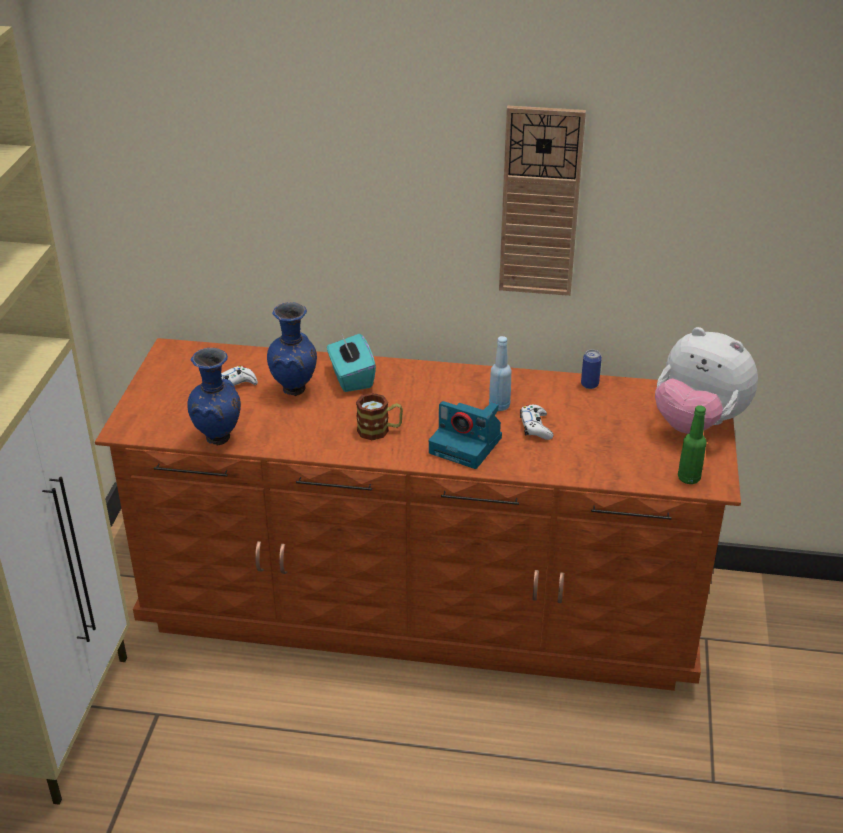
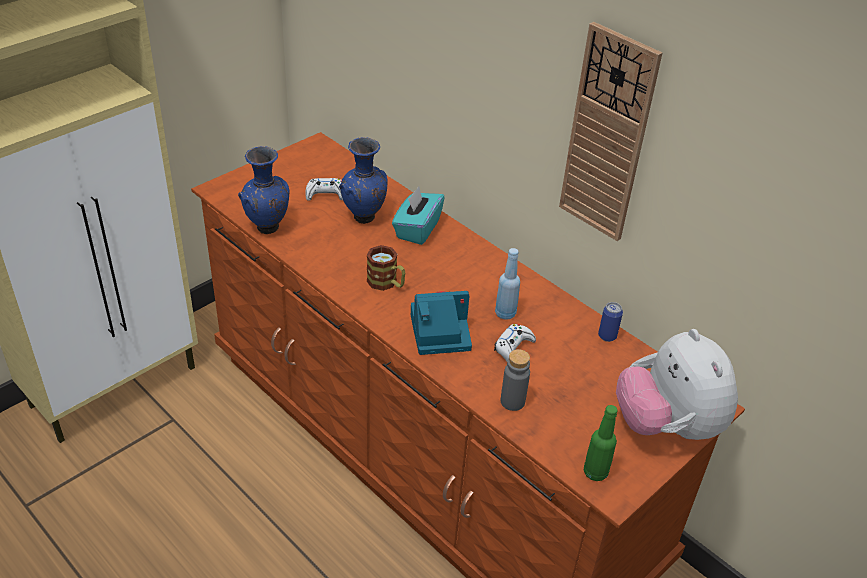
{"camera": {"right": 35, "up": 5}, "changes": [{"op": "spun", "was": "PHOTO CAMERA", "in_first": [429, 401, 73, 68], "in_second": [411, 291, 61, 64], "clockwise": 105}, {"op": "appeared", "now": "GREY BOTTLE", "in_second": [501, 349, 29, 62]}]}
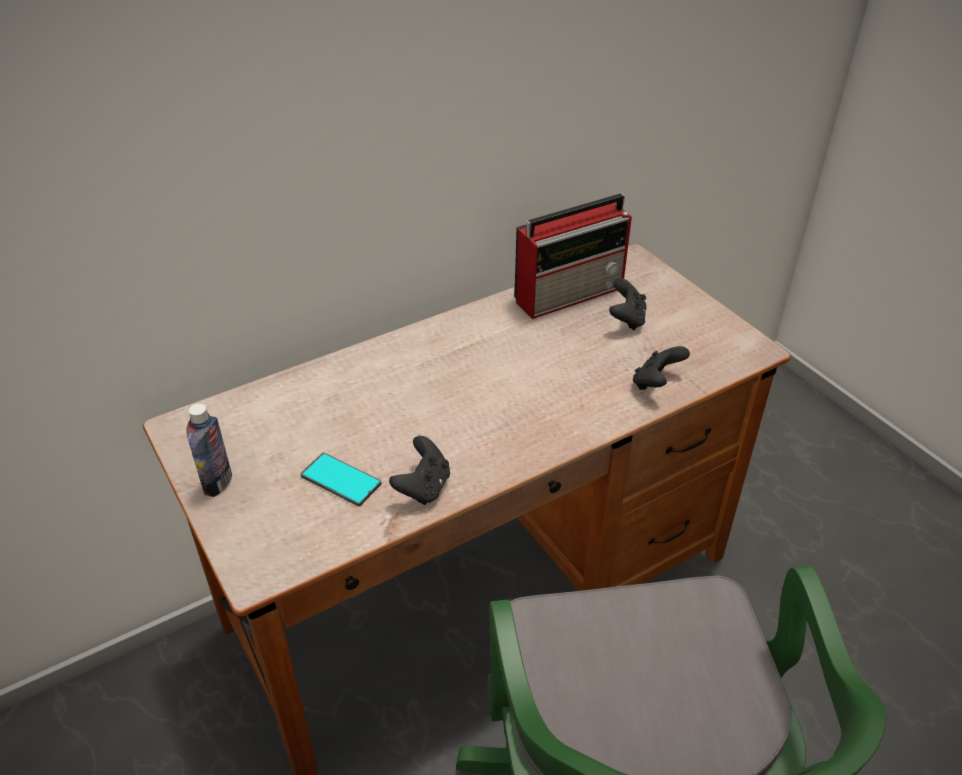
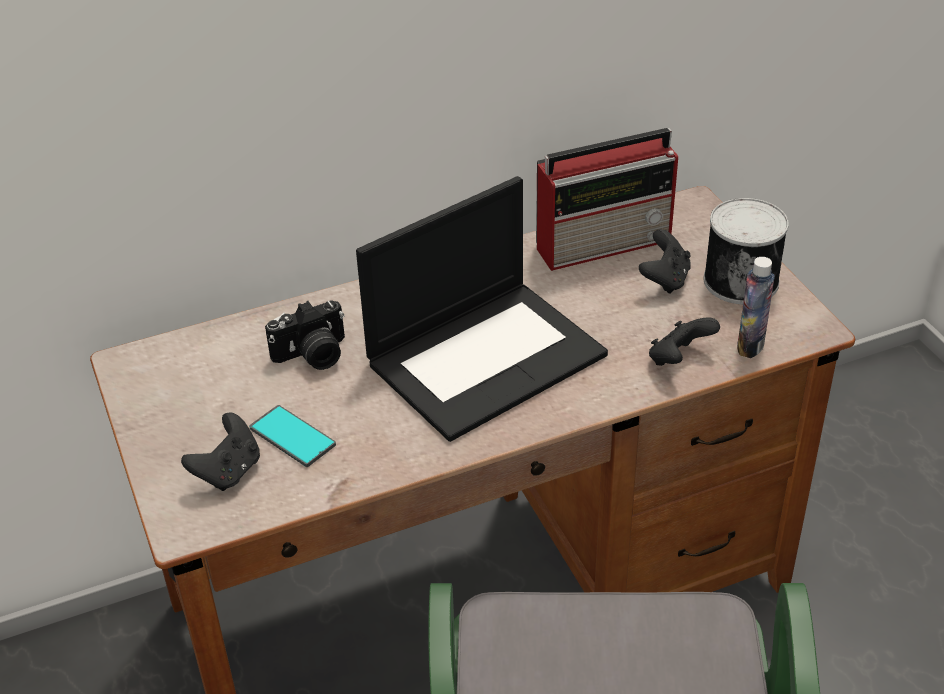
{"camera": {"right": 10, "up": 0}, "changes": [{"op": "relocated", "was": "BOTTLE", "in_first": [186, 403, 46, 94], "in_second": [737, 257, 38, 101]}, {"op": "relocated", "was": "BLACK GAME CONTROLLER", "in_first": [389, 436, 61, 69], "in_second": [181, 412, 79, 79]}, {"op": "appeared", "now": "PHOTO CAMERA", "in_second": [265, 300, 80, 70]}, {"op": "appeared", "now": "LAPTOP", "in_second": [356, 176, 252, 266]}, {"op": "appeared", "now": "CAN", "in_second": [704, 198, 85, 107]}]}
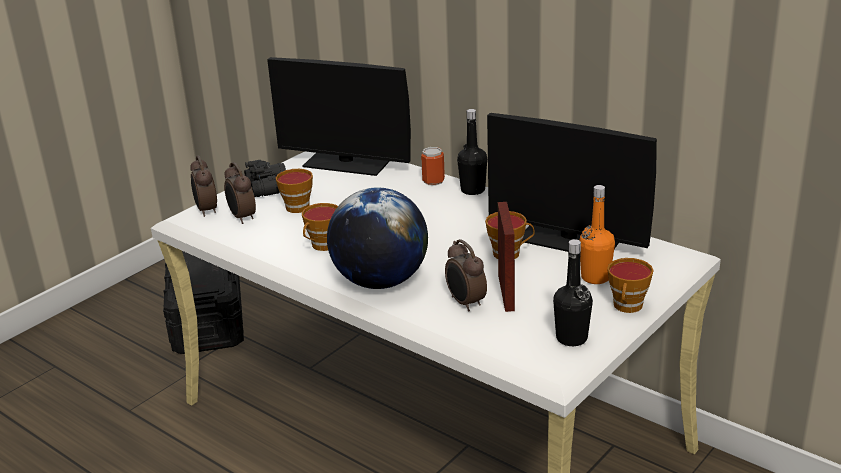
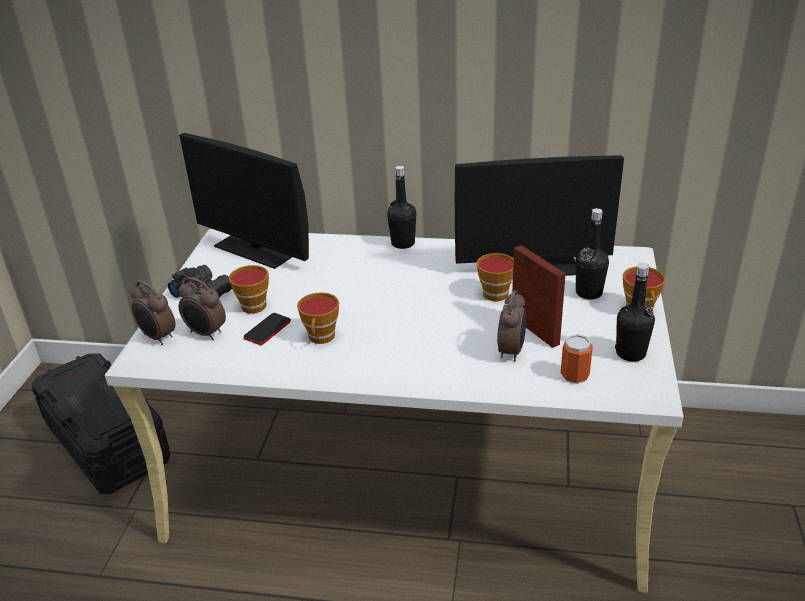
{"camera": {"right": -30, "up": 5}, "changes": [{"op": "spun", "was": "MONITOR", "in_first": [267, 57, 144, 119], "in_second": [179, 133, 130, 136], "clockwise": 45}, {"op": "missing", "was": "GLOBE", "in_first": [327, 187, 101, 102]}, {"op": "relocated", "was": "CAN", "in_first": [421, 147, 24, 39], "in_second": [561, 334, 32, 50]}, {"op": "spun", "was": "ALARM CLOCK", "in_first": [445, 239, 42, 73], "in_second": [497, 290, 29, 71], "clockwise": -105}, {"op": "colour", "was": "ORANGE BOTTLE", "now": "BLACK BOTTLE", "in_first": [579, 185, 36, 99], "in_second": [576, 208, 33, 92]}, {"op": "appeared", "now": "PHONE", "in_second": [244, 313, 47, 32]}]}
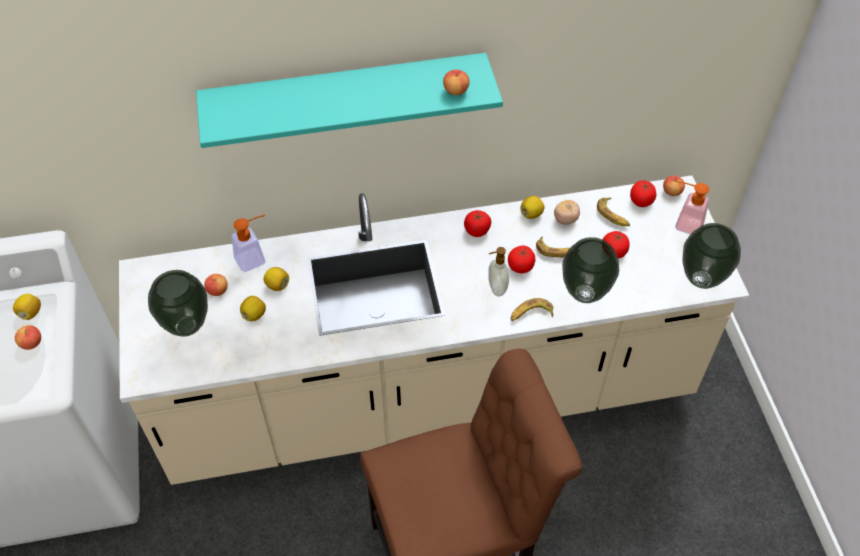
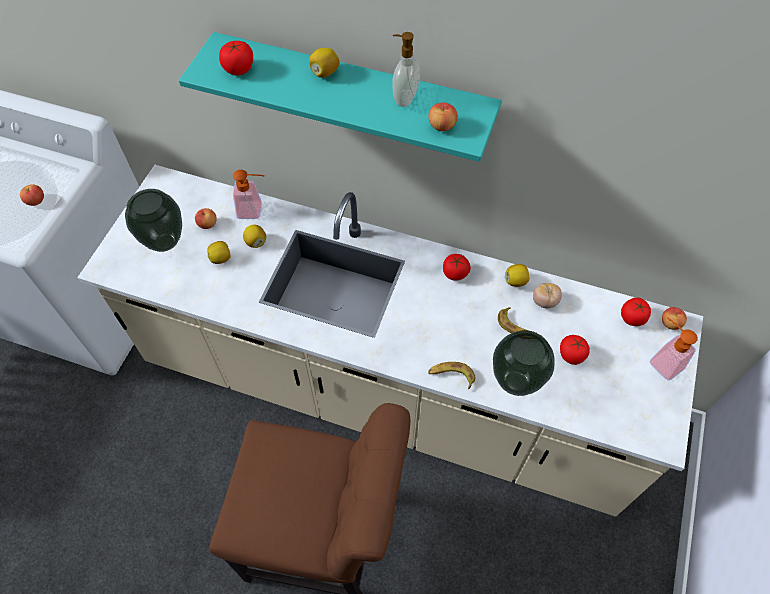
{"camera": {"right": 30, "up": 5}, "changes": [{"op": "relocated", "was": "LEMON", "in_first": [13, 294, 28, 26], "in_second": [309, 48, 31, 30]}, {"op": "relocated", "was": "SOAP DISPENSER", "in_first": [488, 247, 21, 49], "in_second": [392, 32, 28, 75]}, {"op": "relocated", "was": "TOMATO", "in_first": [508, 246, 28, 27], "in_second": [219, 41, 34, 34]}, {"op": "missing", "was": "BANANA", "in_first": [597, 198, 33, 28]}, {"op": "missing", "was": "VASE", "in_first": [682, 223, 59, 66]}]}
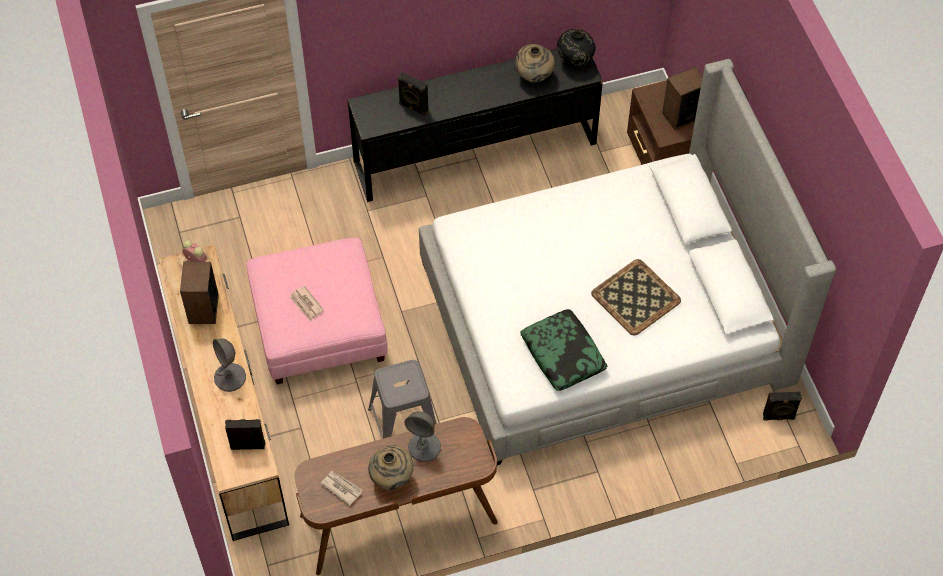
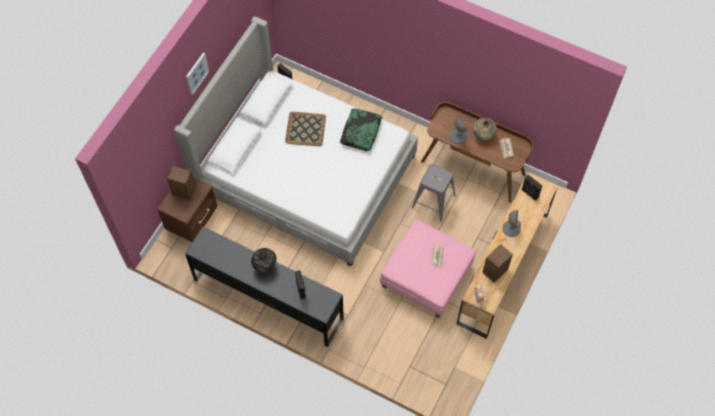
{"camera": {"right": -135, "up": 5}, "changes": [{"op": "missing", "was": "BEIGE VASE", "in_first": [515, 44, 40, 39]}, {"op": "relocated", "was": "BLACK VASE", "in_first": [557, 29, 39, 37], "in_second": [251, 248, 26, 24]}, {"op": "appeared", "now": "PICTURE", "in_second": [186, 53, 23, 42]}]}
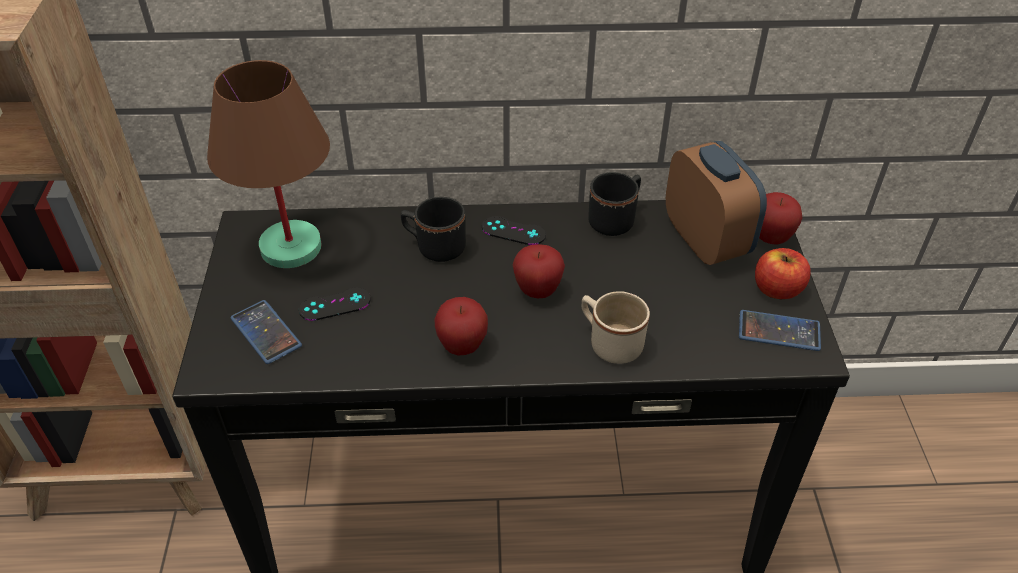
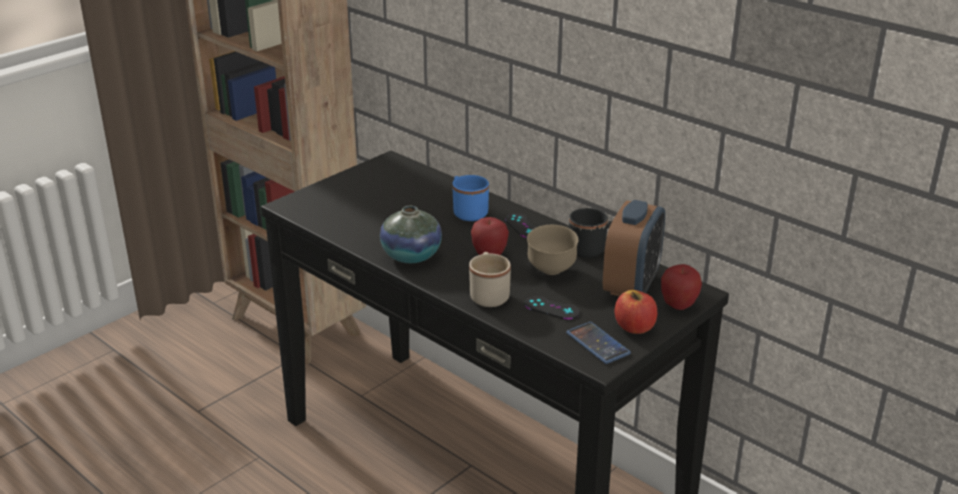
{"camera": {"right": 45, "up": -15}, "changes": [{"op": "missing", "was": "BROWN TABLE LAMP", "in_first": [207, 60, 123, 208]}, {"op": "missing", "was": "PHONE", "in_first": [230, 300, 72, 64]}, {"op": "relocated", "was": "BLACK GAME CONTROLLER", "in_first": [299, 287, 72, 34], "in_second": [525, 296, 55, 24]}, {"op": "colour", "was": "BLACK MUG", "now": "BLUE MUG", "in_first": [401, 197, 65, 65], "in_second": [452, 175, 37, 46]}, {"op": "exchanged", "was": "APPLE", "now": "VASE", "in_first": [434, 297, 54, 59], "in_second": [380, 206, 62, 57]}, {"op": "appeared", "now": "BROWN BOWL", "in_second": [527, 225, 52, 50]}]}
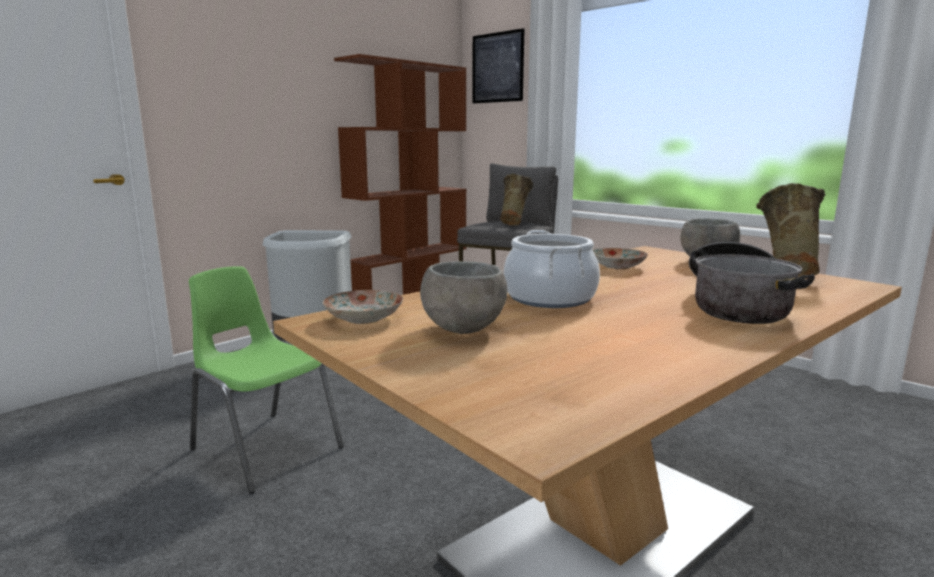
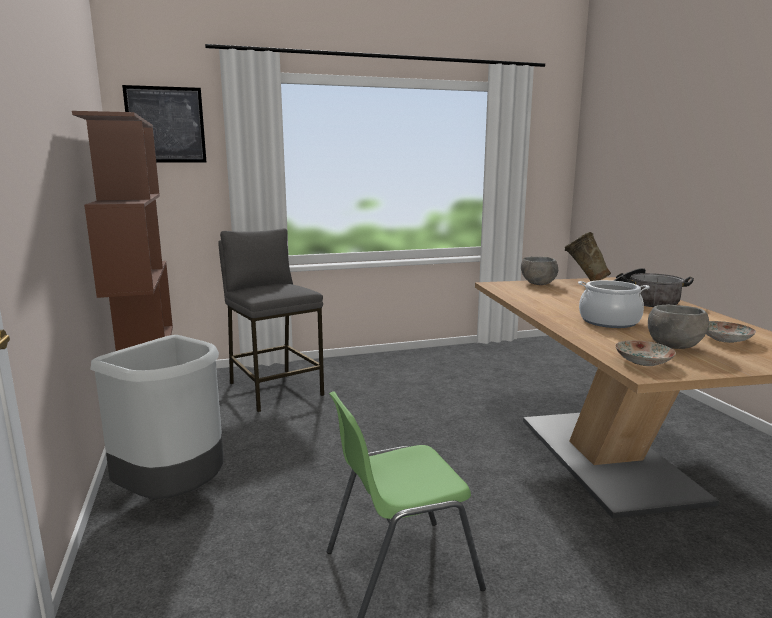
{"camera": {"right": -60, "up": 0}, "changes": [{"op": "missing", "was": "BEIGE VASE", "in_first": [500, 174, 33, 52]}, {"op": "relocated", "was": "PLATE", "in_first": [593, 248, 55, 21], "in_second": [706, 321, 50, 22]}]}
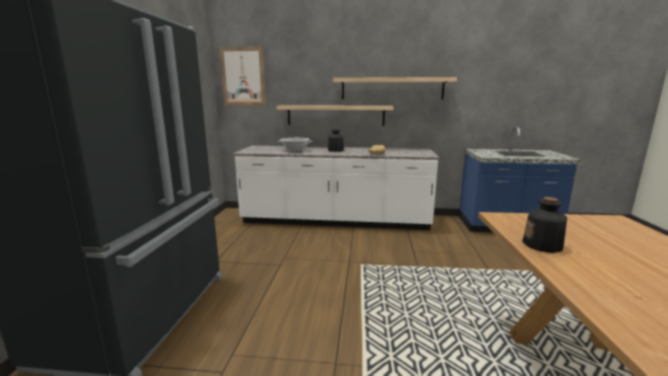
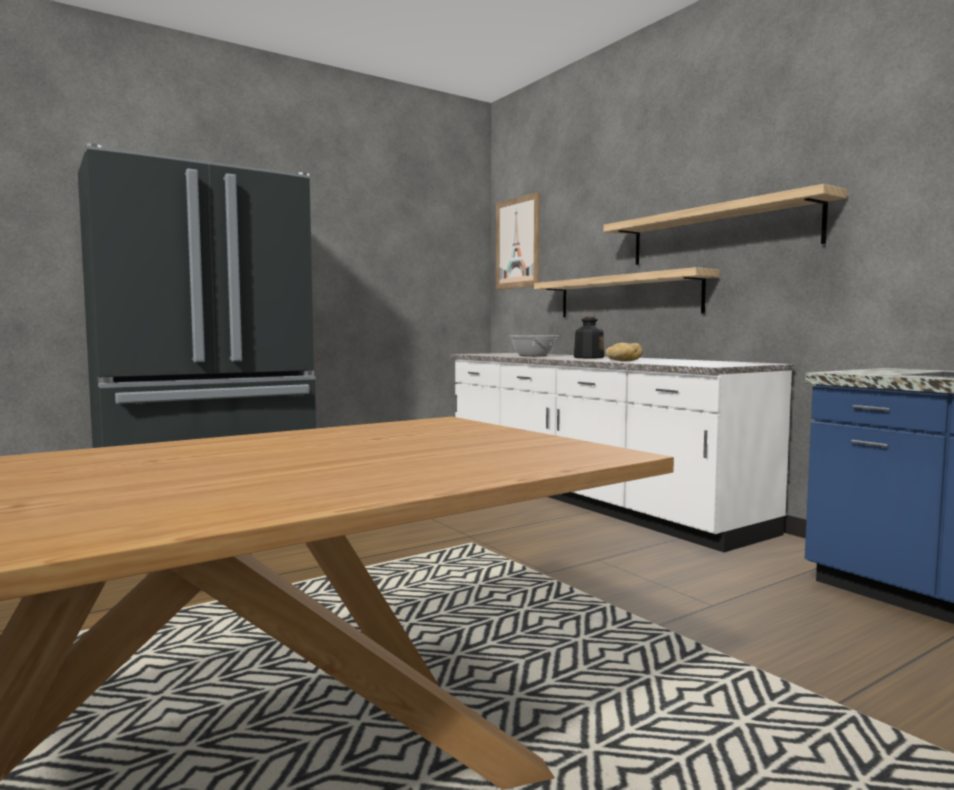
{"camera": {"right": 50, "up": -10}, "changes": [{"op": "missing", "was": "BOTTLE", "in_first": [522, 197, 45, 56]}]}
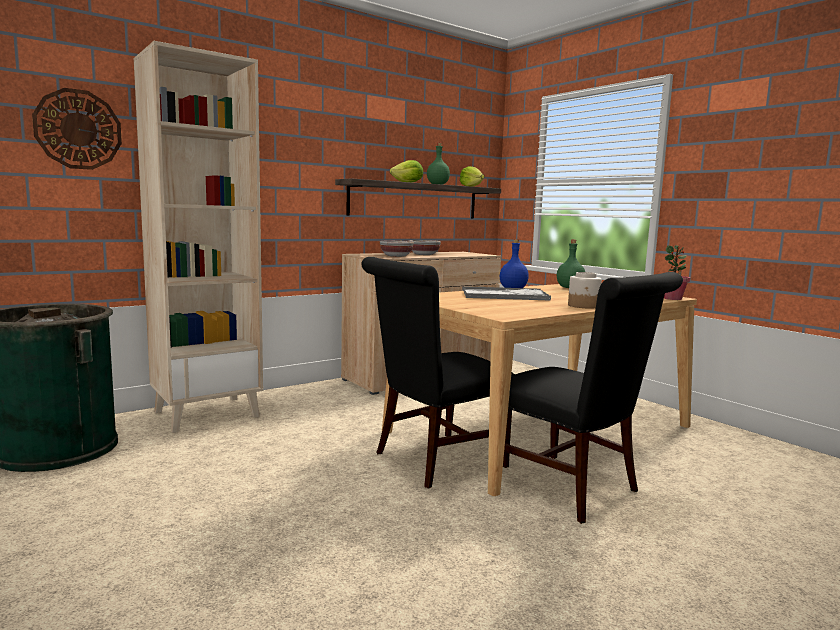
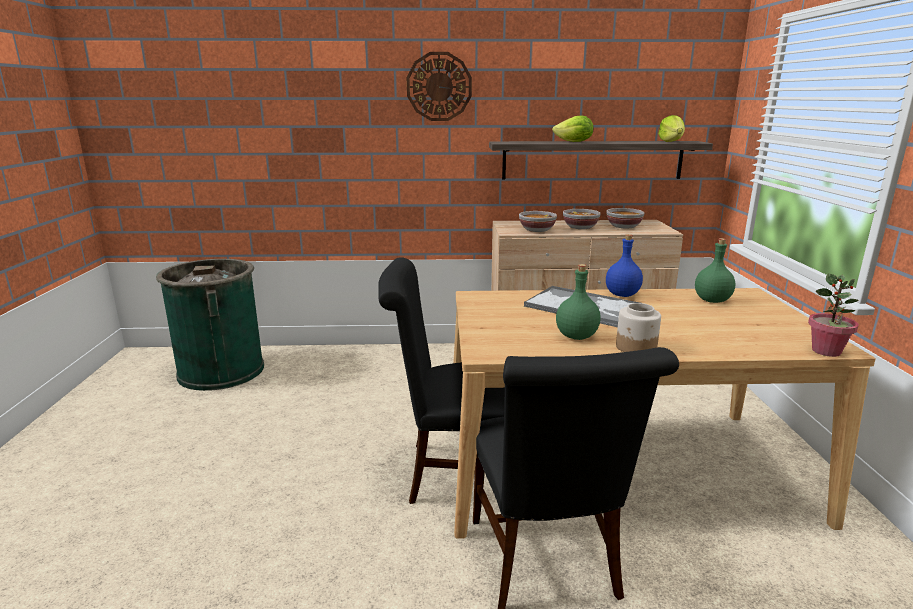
{"camera": {"right": 35, "up": 10}, "changes": [{"op": "relocated", "was": "WALL CLOCK", "in_first": [32, 88, 90, 82], "in_second": [407, 52, 65, 69]}, {"op": "missing", "was": "BEIGE BOOKCASE", "in_first": [134, 41, 129, 392]}, {"op": "relocated", "was": "GREEN BOTTLE", "in_first": [427, 143, 23, 41], "in_second": [556, 264, 45, 76]}, {"op": "appeared", "now": "BOWL", "in_second": [606, 208, 38, 20]}]}
